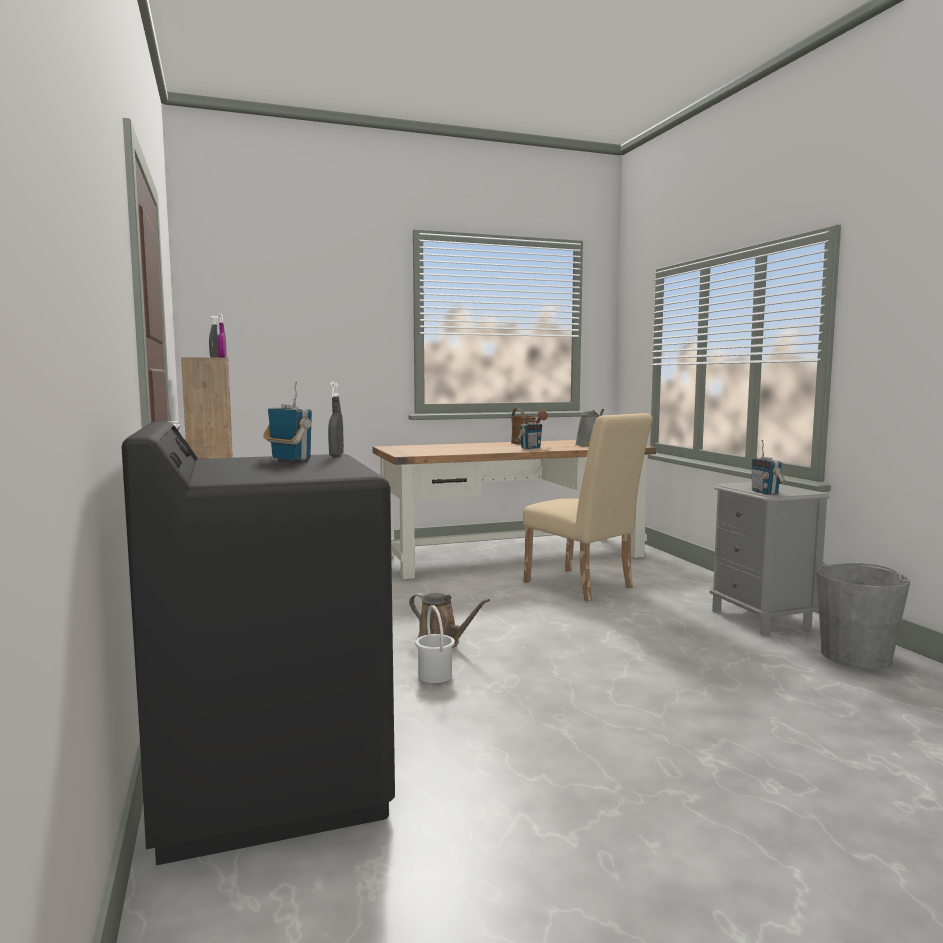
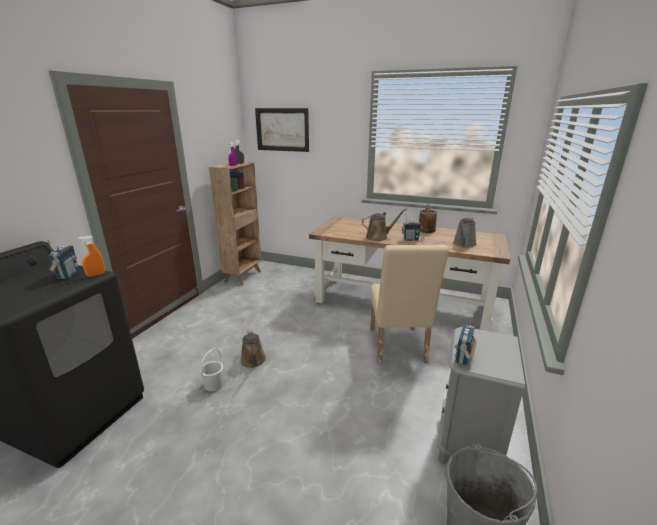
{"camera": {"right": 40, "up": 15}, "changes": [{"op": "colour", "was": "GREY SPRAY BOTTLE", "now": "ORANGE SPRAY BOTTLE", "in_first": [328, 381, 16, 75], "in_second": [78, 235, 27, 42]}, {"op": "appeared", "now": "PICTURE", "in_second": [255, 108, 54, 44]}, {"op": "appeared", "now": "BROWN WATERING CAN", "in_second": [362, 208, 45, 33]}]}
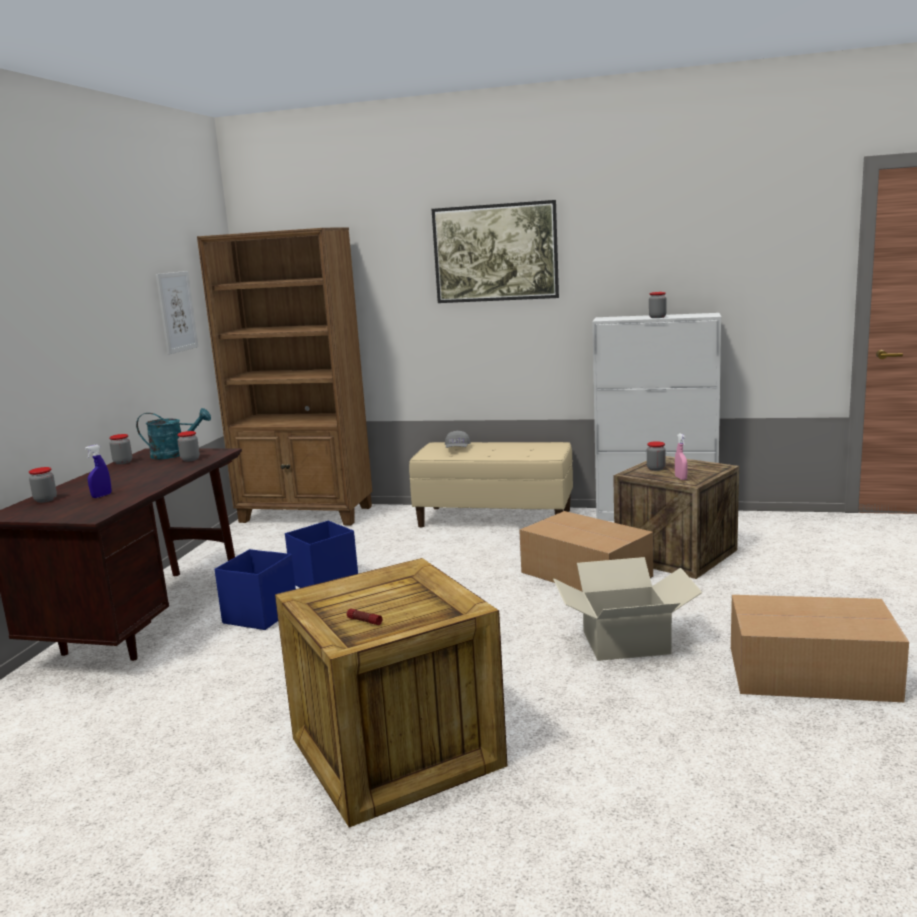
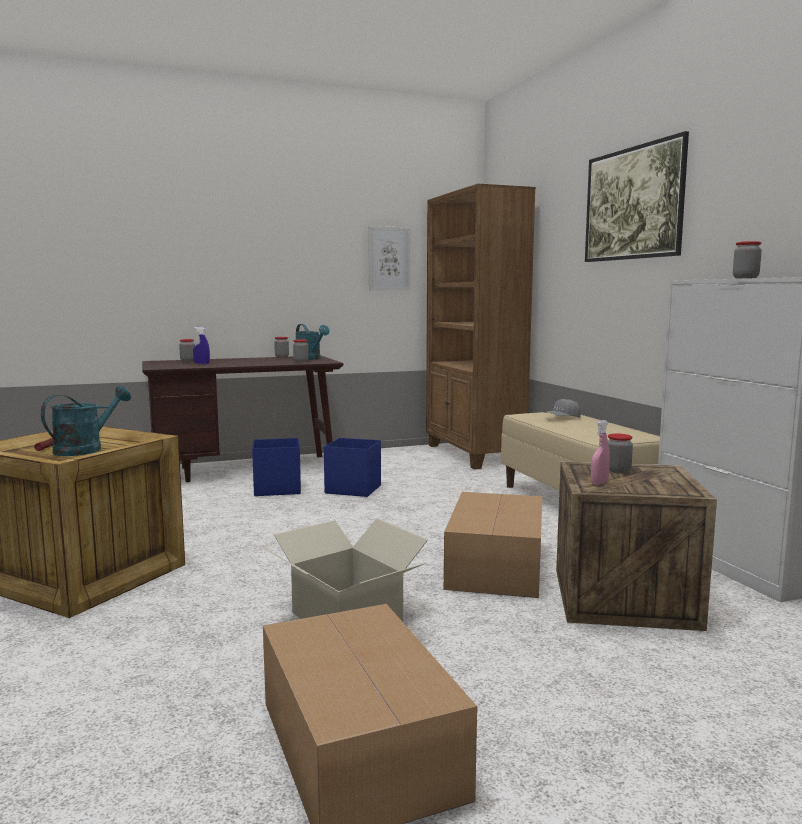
{"camera": {"right": 55, "up": -5}, "changes": [{"op": "appeared", "now": "TURQUOISE WATERING CAN", "in_second": [41, 386, 90, 70]}]}
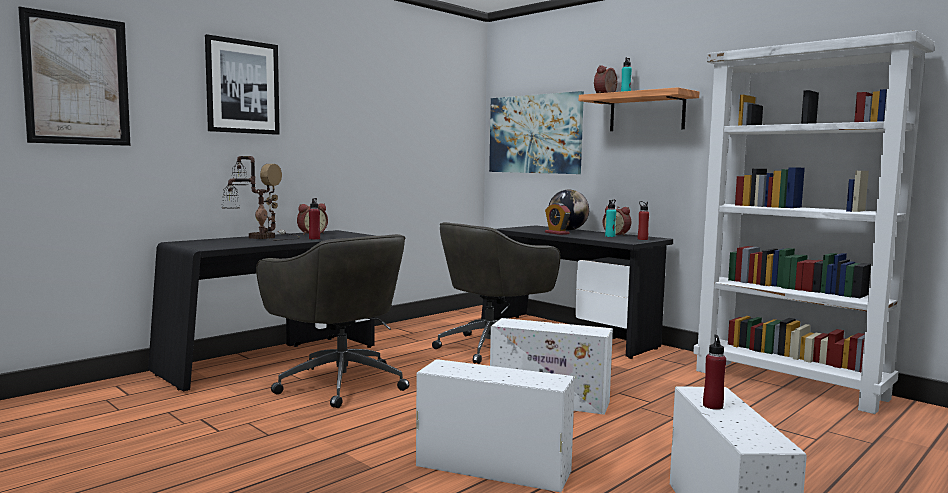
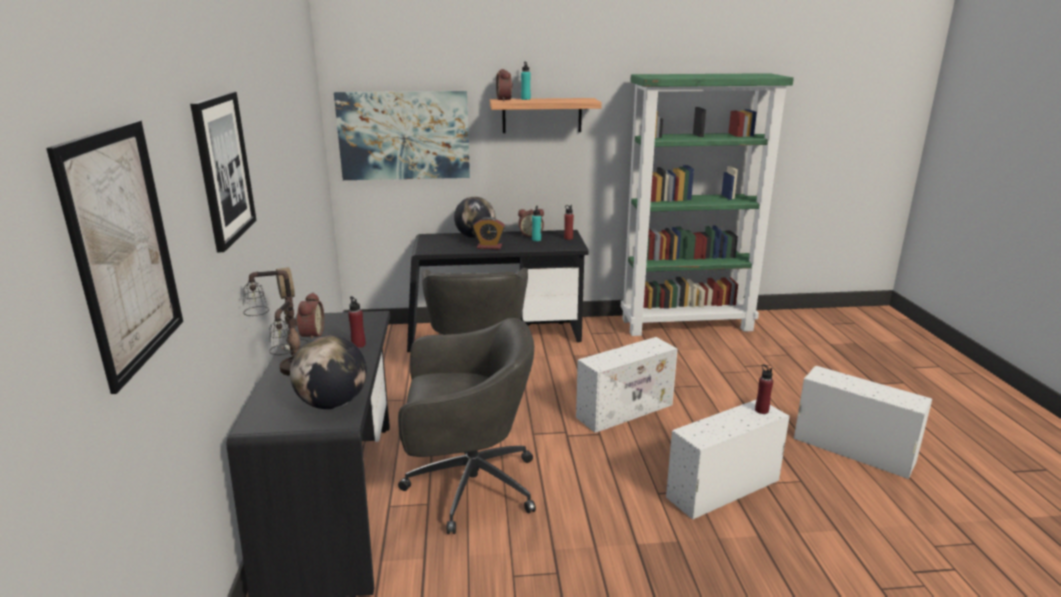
{"camera": {"right": -50, "up": 15}, "changes": [{"op": "colour", "was": "WHITE BOOKCASE", "now": "GREEN BOOKCASE", "in_first": [693, 30, 241, 384], "in_second": [621, 73, 173, 263]}, {"op": "relocated", "was": "RED BOTTLE", "in_first": [703, 335, 23, 75], "in_second": [755, 365, 18, 49]}, {"op": "appeared", "now": "GLOBE", "in_second": [290, 335, 77, 74]}]}
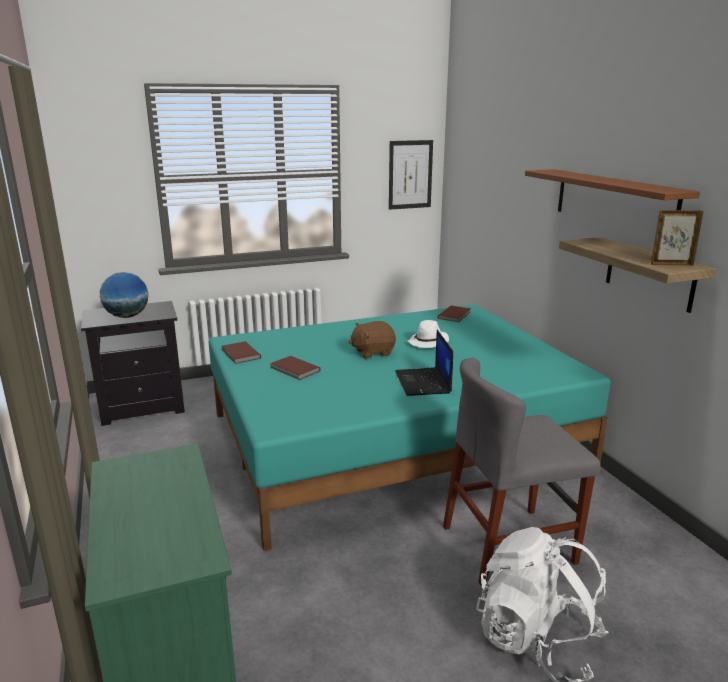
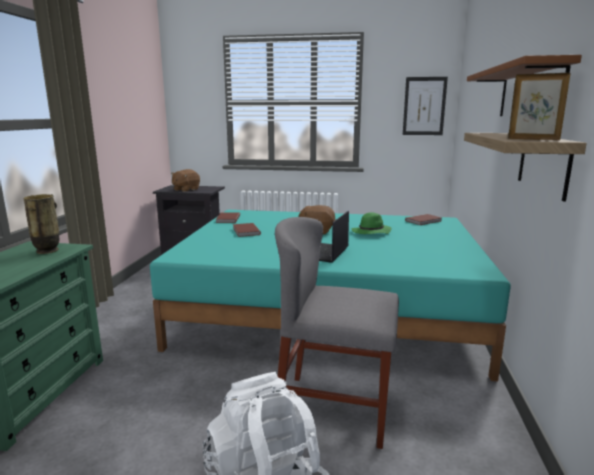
{"camera": {"right": 30, "up": -5}, "changes": [{"op": "exchanged", "was": "GLOBE", "now": "BROWN PLUSH TOY", "in_first": [100, 272, 48, 46], "in_second": [171, 169, 29, 23]}, {"op": "colour", "was": "WHITE HAT", "now": "GREEN HAT", "in_first": [408, 320, 41, 28], "in_second": [352, 212, 40, 22]}, {"op": "appeared", "now": "VASE", "in_second": [23, 194, 37, 60]}]}
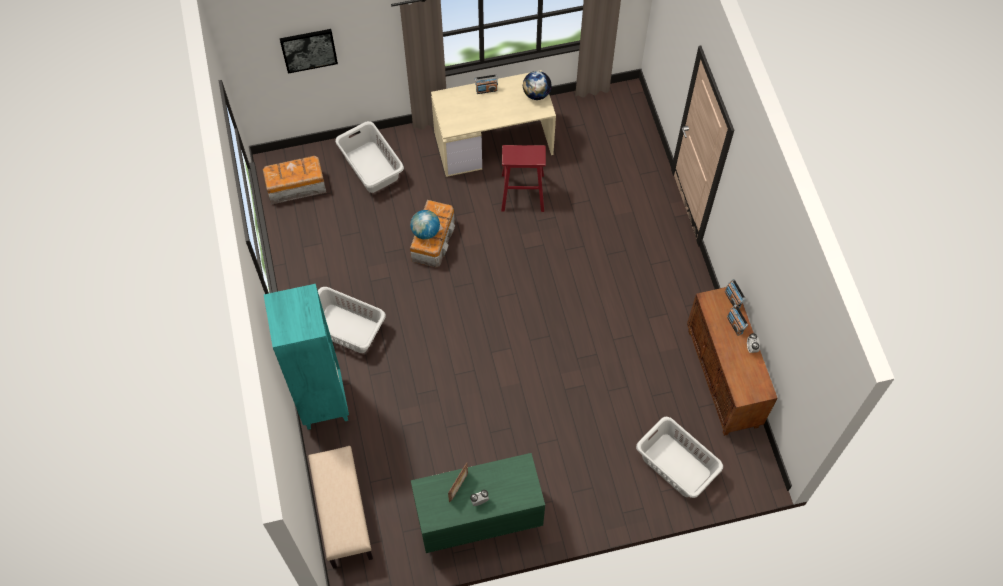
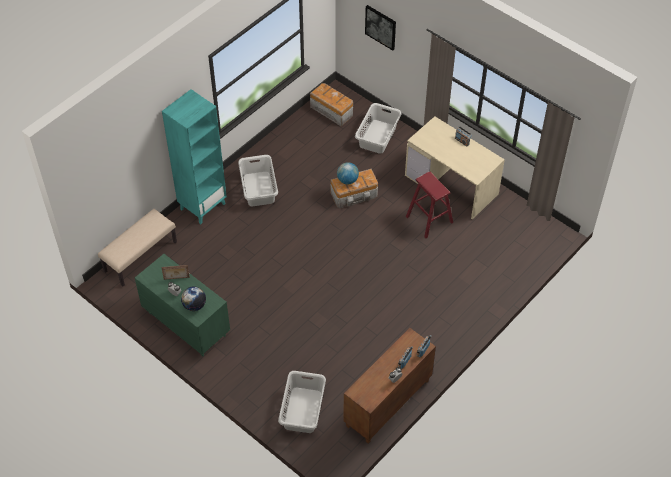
{"camera": {"right": 55, "up": -10}, "changes": [{"op": "relocated", "was": "GLOBE", "in_first": [523, 71, 29, 29], "in_second": [181, 286, 25, 25]}]}
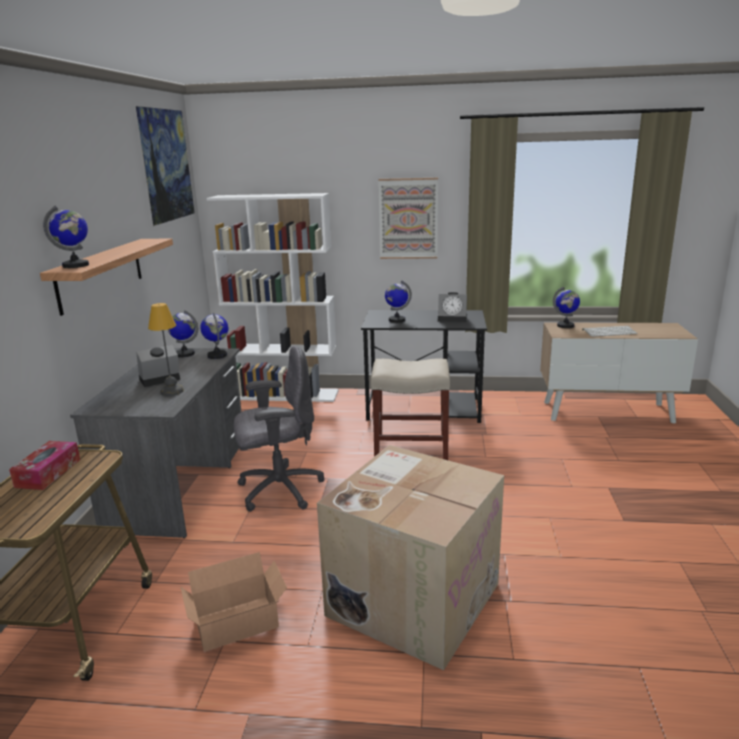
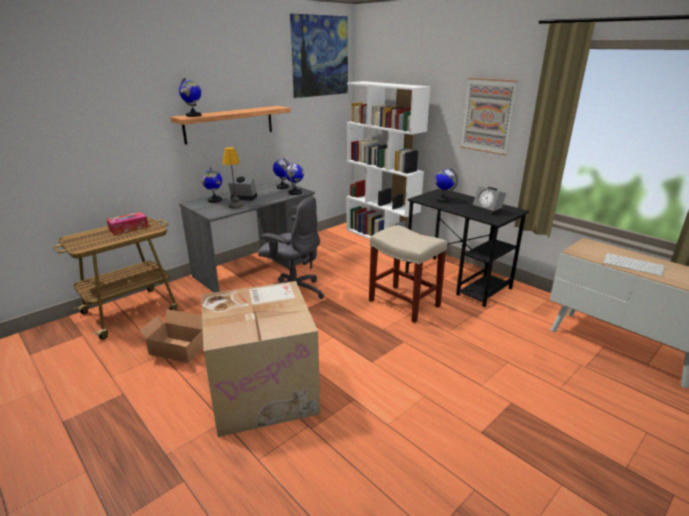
{"camera": {"right": 40, "up": 5}, "changes": [{"op": "relocated", "was": "GLOBE", "in_first": [553, 287, 27, 41], "in_second": [202, 167, 20, 36]}]}
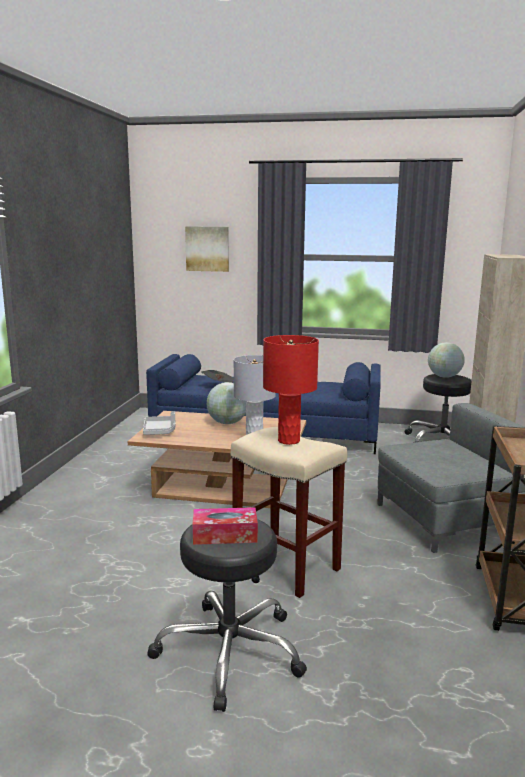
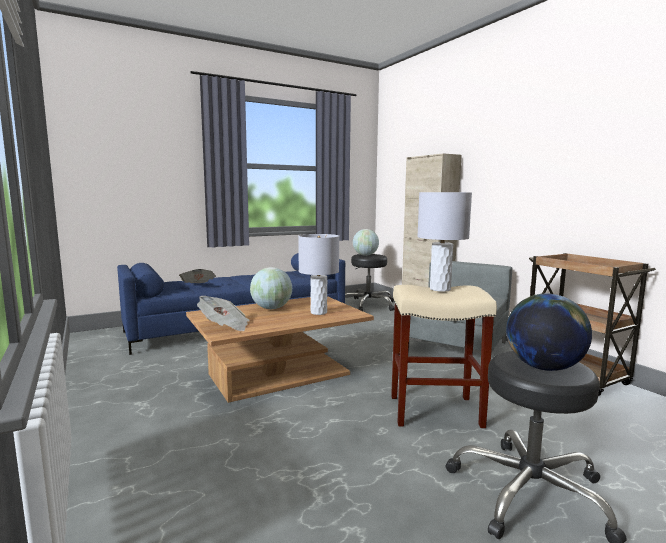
{"camera": {"right": -40, "up": -5}, "changes": [{"op": "exchanged", "was": "GREY TRAY", "now": "NEWSPAPER", "in_first": [143, 411, 32, 24], "in_second": [197, 296, 52, 35]}, {"op": "missing", "was": "PICTURE", "in_first": [185, 226, 44, 46]}, {"op": "exchanged", "was": "TISSUE BOX", "now": "GLOBE", "in_first": [193, 507, 65, 38], "in_second": [506, 294, 86, 77]}, {"op": "colour", "was": "RED TABLE LAMP", "now": "GREY TABLE LAMP", "in_first": [263, 335, 56, 110], "in_second": [417, 192, 55, 100]}]}
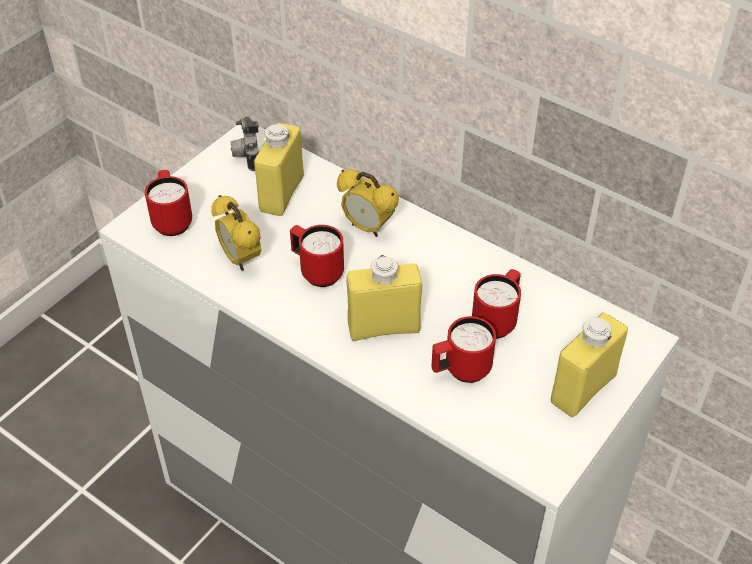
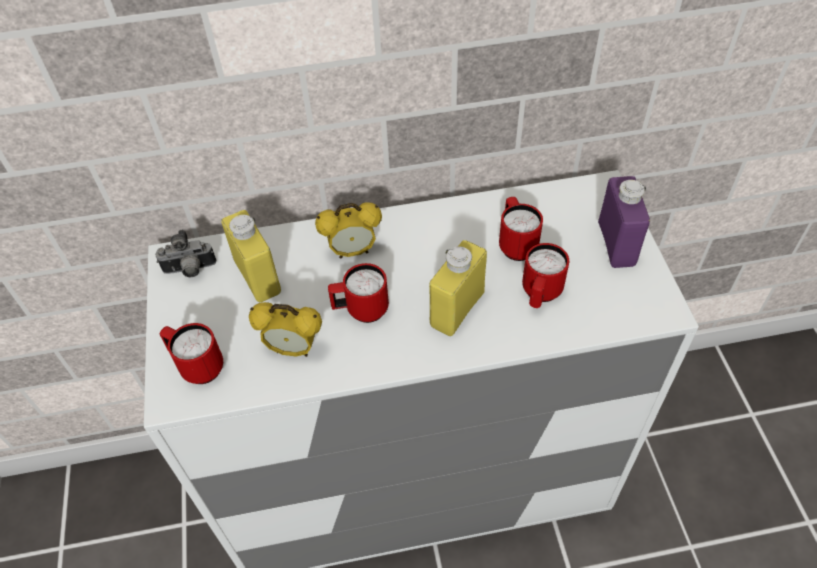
{"camera": {"right": -45, "up": 5}, "changes": [{"op": "spun", "was": "PHOTO CAMERA", "in_first": [230, 117, 29, 54], "in_second": [155, 230, 61, 47], "clockwise": -45}, {"op": "colour", "was": "YELLOW BOTTLE", "now": "PURPLE BOTTLE", "in_first": [551, 313, 77, 104], "in_second": [598, 176, 52, 92]}]}
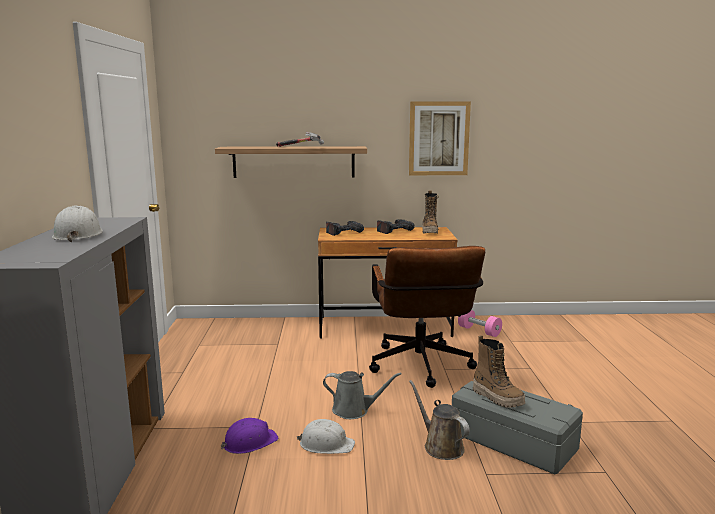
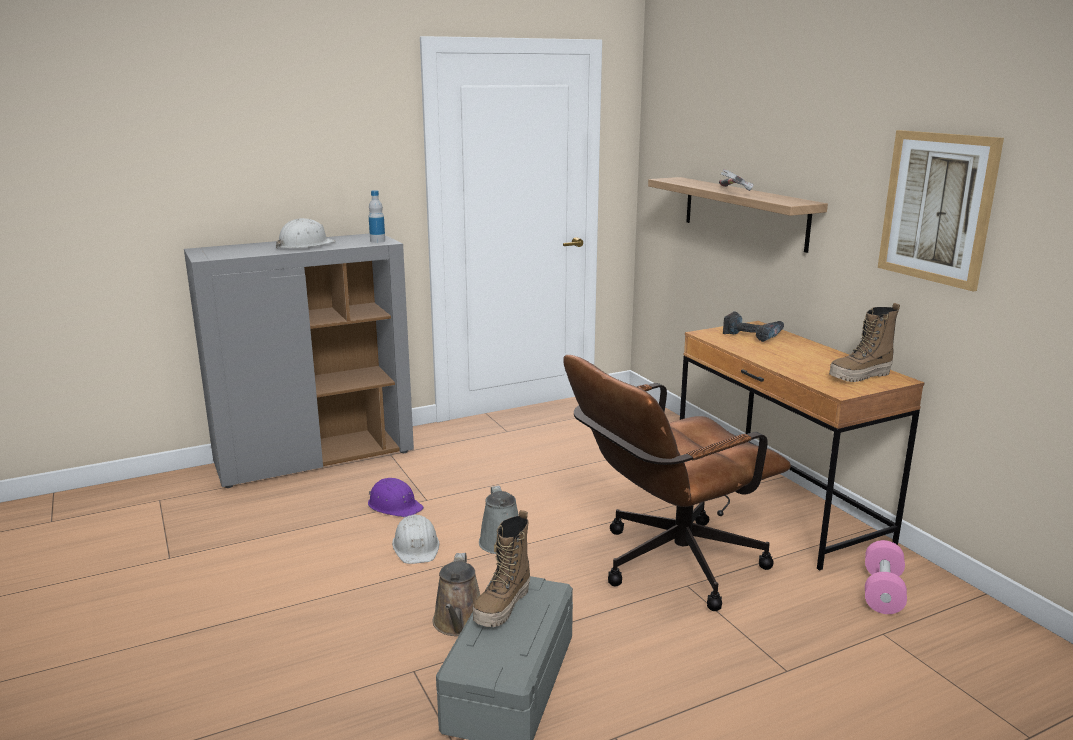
{"camera": {"right": 65, "up": 5}, "changes": [{"op": "missing", "was": "POWER DRILL", "in_first": [377, 219, 38, 15]}, {"op": "spun", "was": "BROWN WATERING CAN", "in_first": [409, 380, 61, 80], "in_second": [432, 553, 48, 83], "clockwise": 150}, {"op": "appeared", "now": "BOTTLE", "in_second": [369, 190, 16, 53]}]}
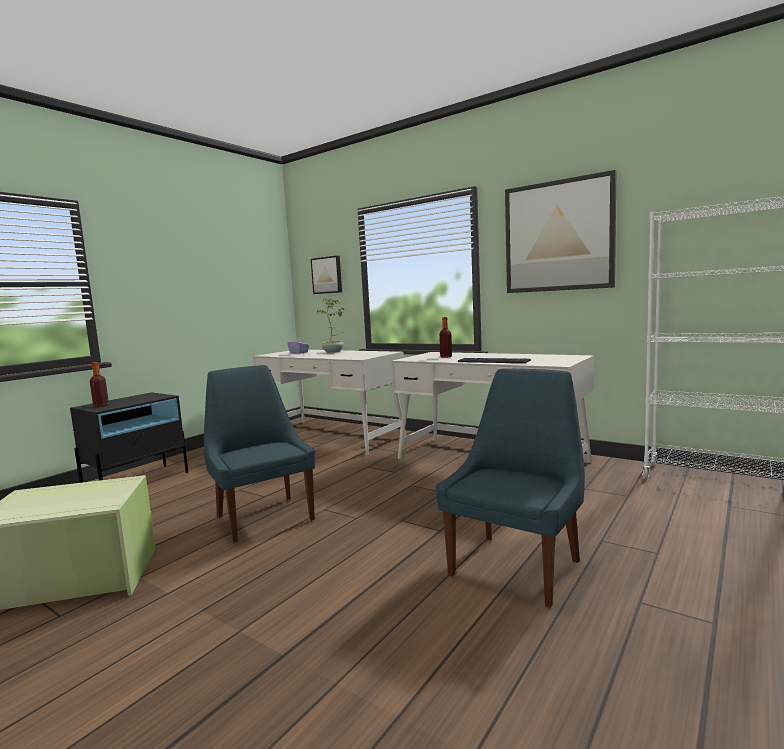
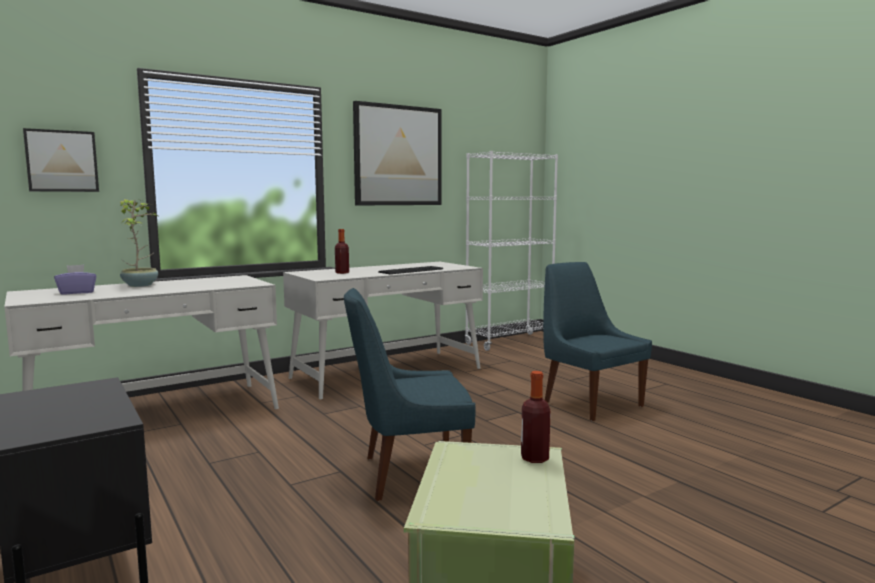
{"camera": {"right": -70, "up": 0}, "changes": [{"op": "relocated", "was": "BOTTLE", "in_first": [90, 362, 19, 45], "in_second": [521, 371, 30, 92]}]}
